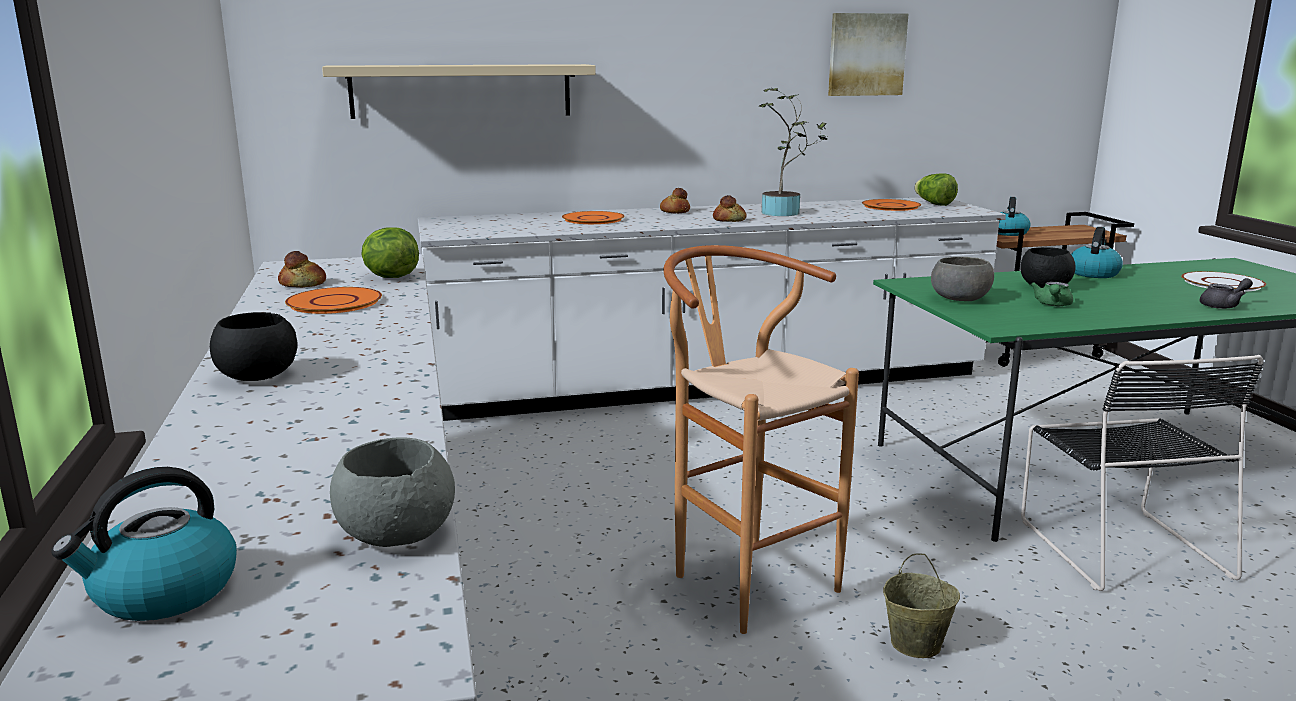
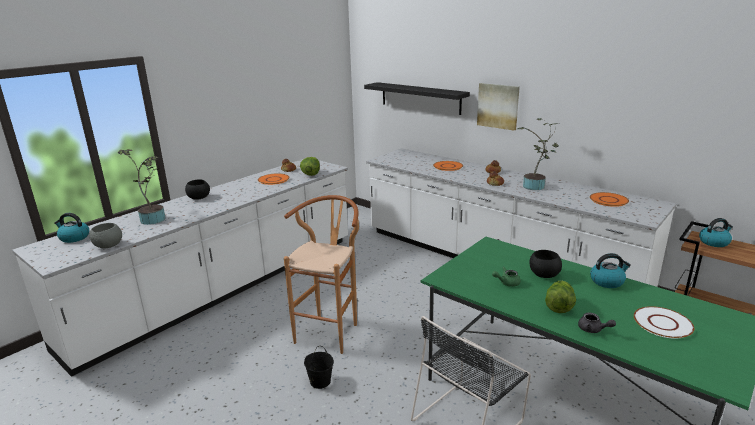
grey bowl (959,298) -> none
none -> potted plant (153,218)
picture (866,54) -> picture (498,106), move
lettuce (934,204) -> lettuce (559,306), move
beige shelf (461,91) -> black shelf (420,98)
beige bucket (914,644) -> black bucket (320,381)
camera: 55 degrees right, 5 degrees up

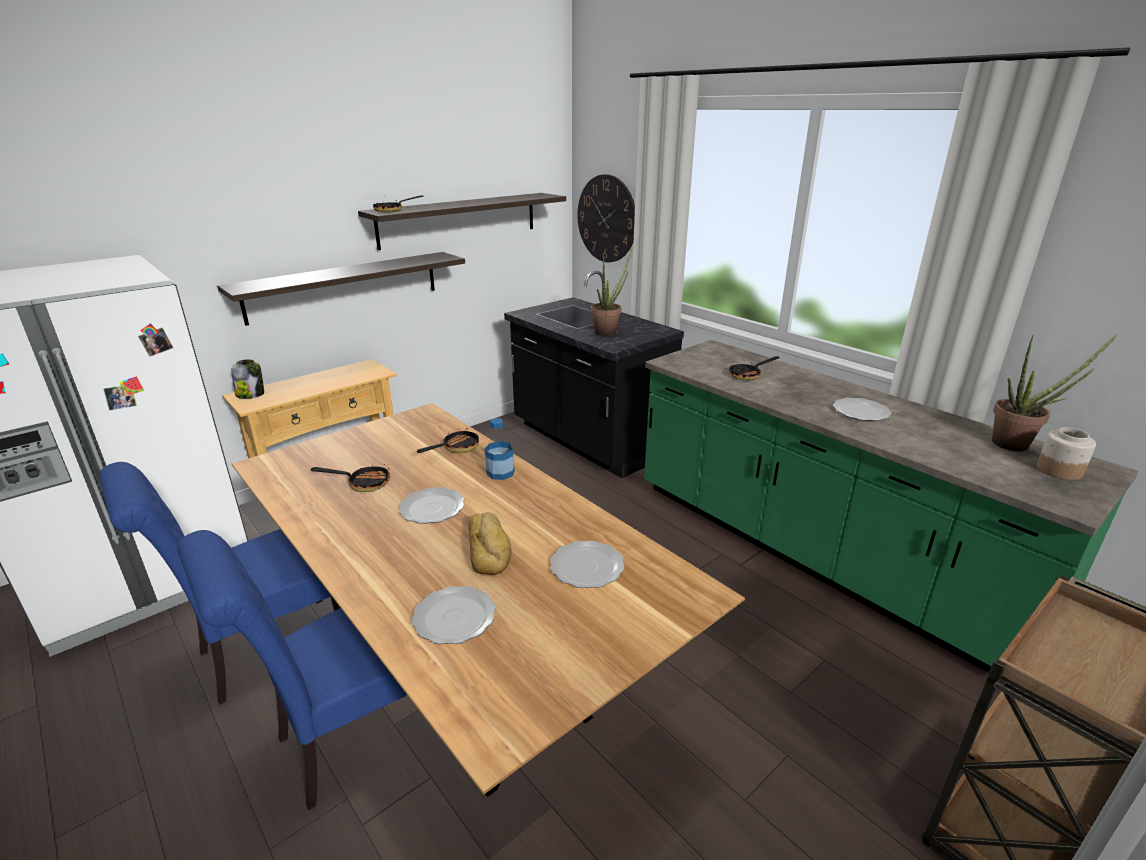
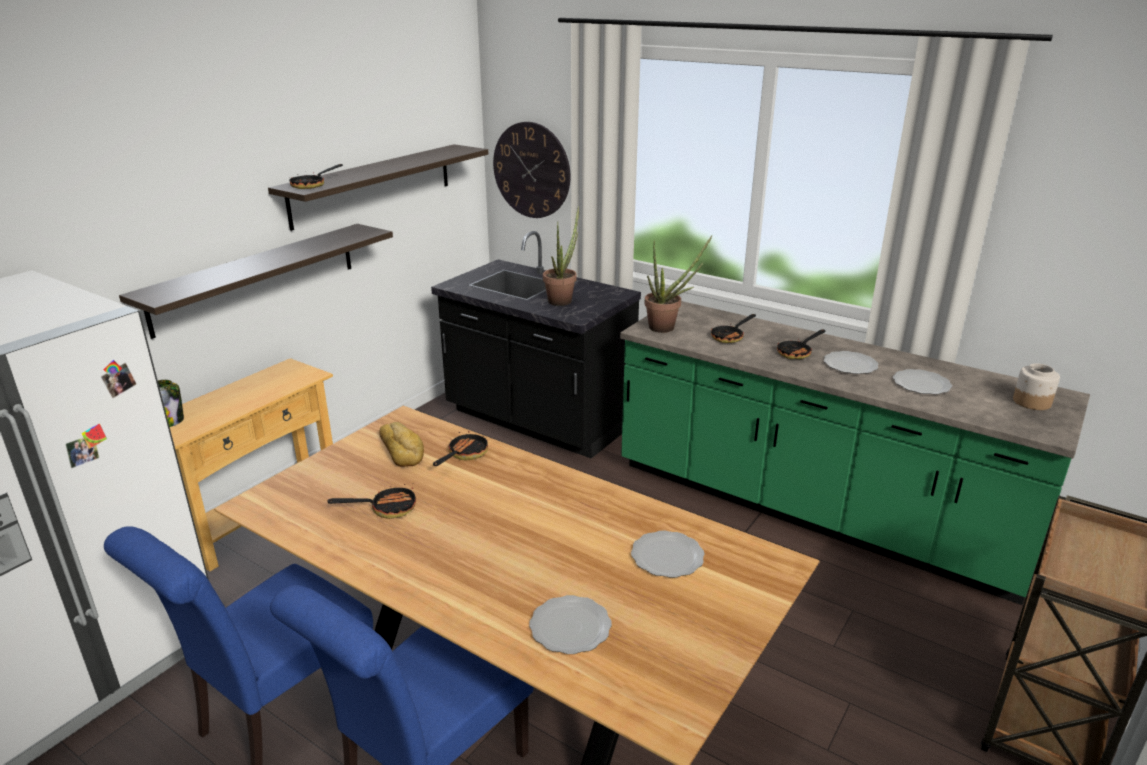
bottle (500,472) -> none
none -> frying pan (797,352)
plate (432,508) -> plate (922,385), move
bread (489,548) -> bread (402,449), move
potted plant (1018,444) -> potted plant (667,327), move
camera: 15 degrees left, 0 degrees up

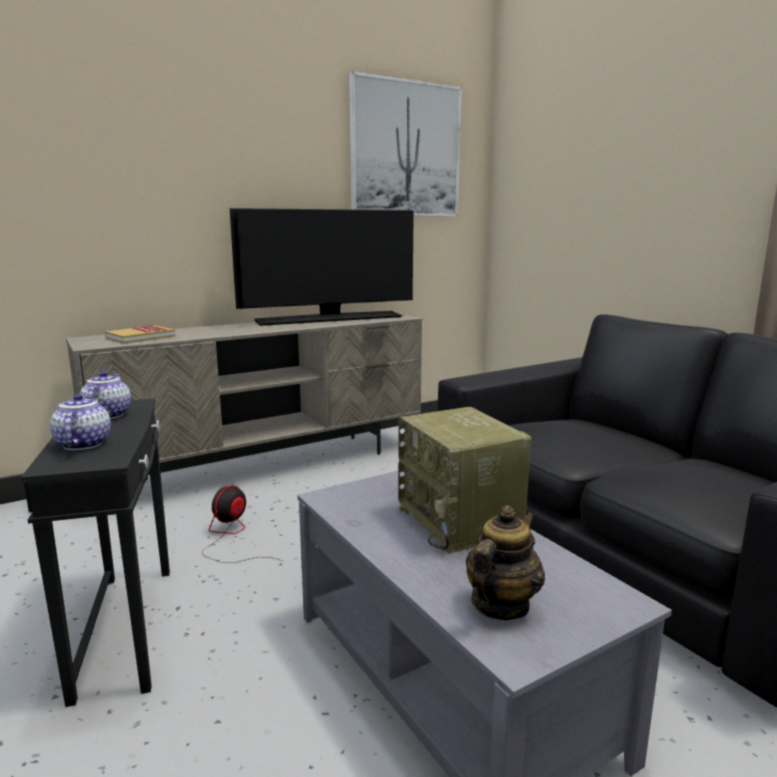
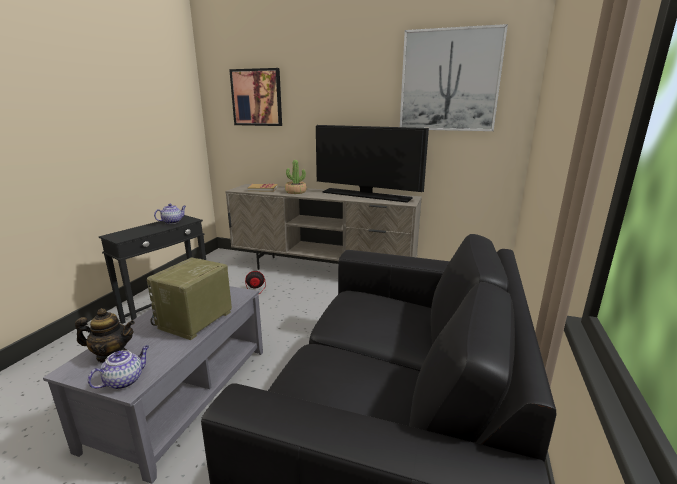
none -> picture (257,97)
none -> potted plant (296,192)
teapot (83,444) -> teapot (125,380), move
camera: 50 degrees right, 5 degrees up

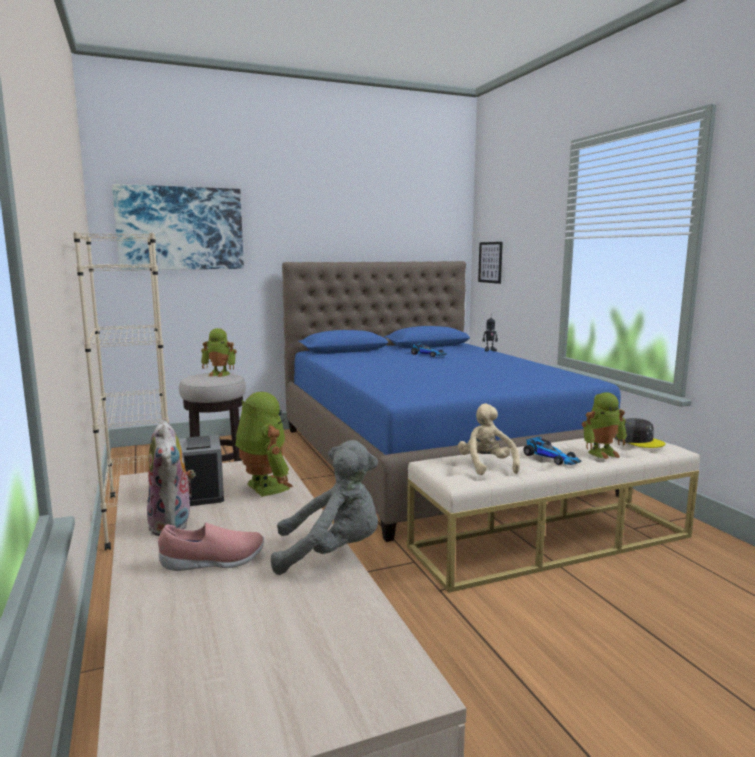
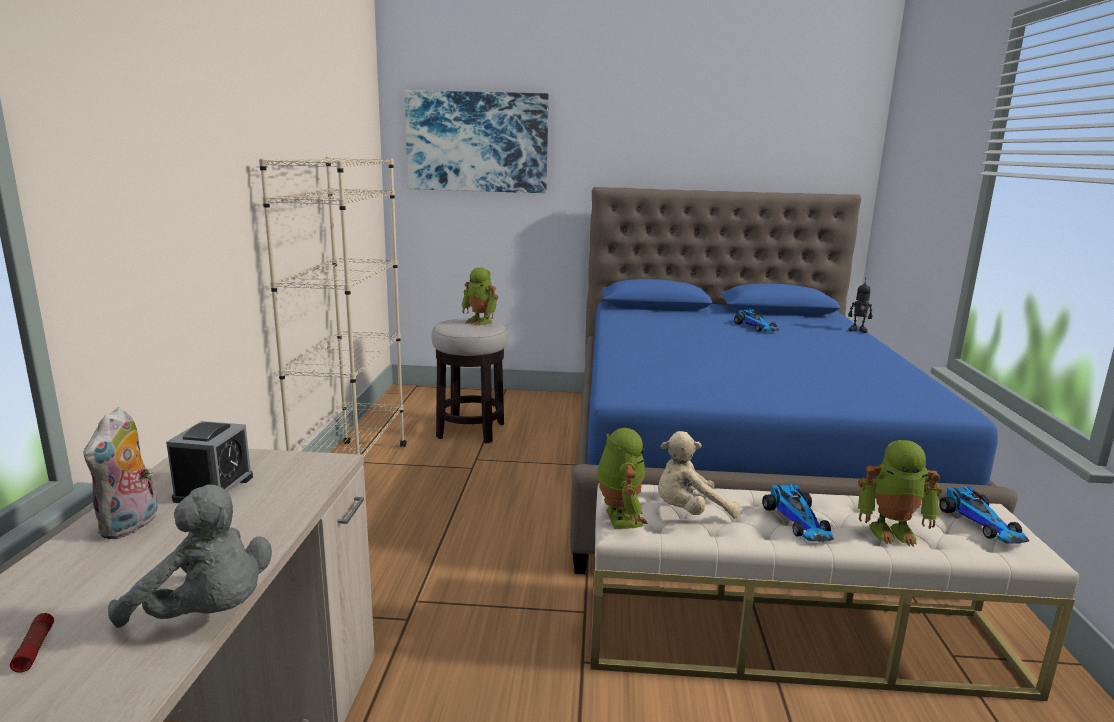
pink shoe (213,562) -> none
picture (490,262) -> none
none -> flashlight (34,649)
toy robot (263,487) -> toy robot (619,518), move
grey cap (638,440) -> toy car (982,523)
beige plush toy (486,466) -> beige plush toy (689,512), 120 degrees counterclockwise
camera: 25 degrees right, 5 degrees up

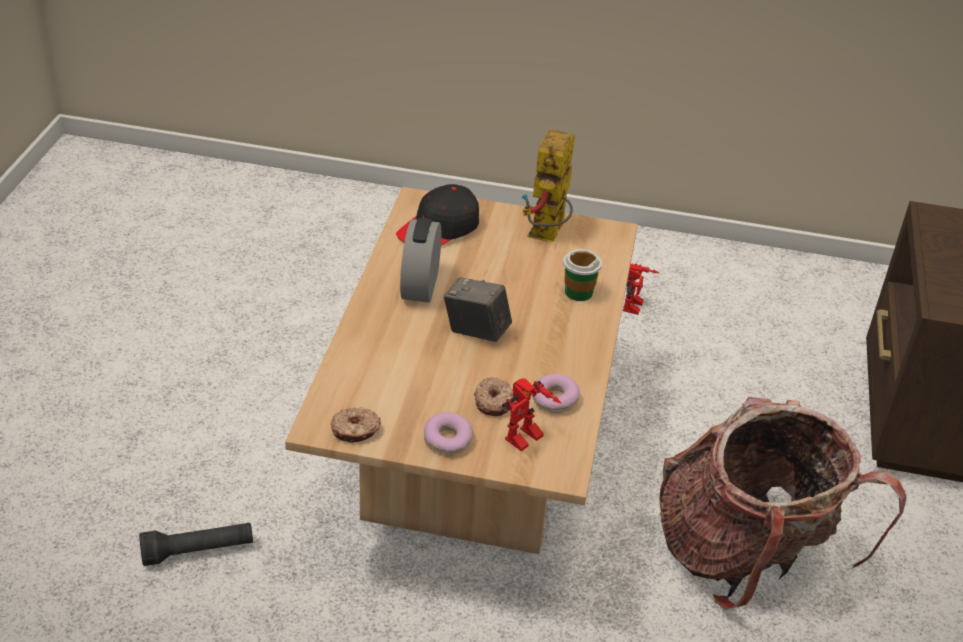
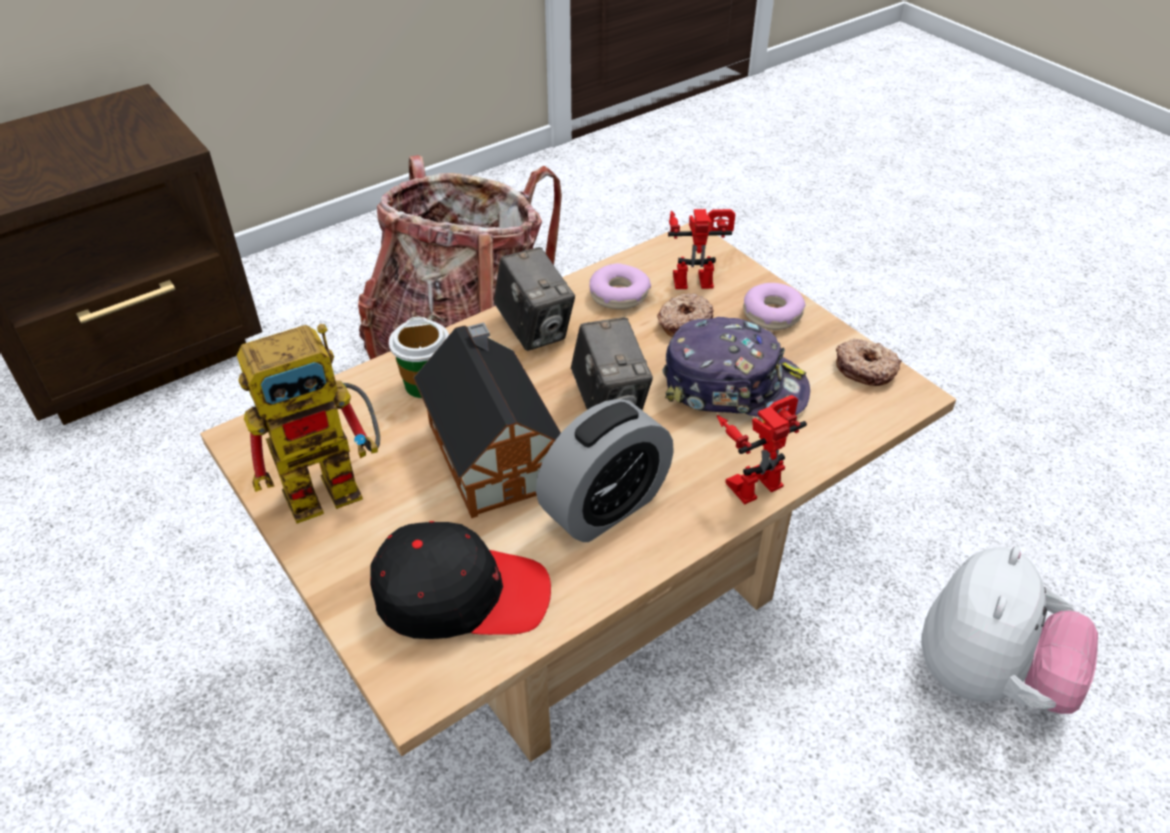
none -> toy house (492,450)
none -> photo camera (534,329)
none -> cap (734,386)
toy robot (635,308) -> toy robot (753,478), move
black flashlight (198,551) -> plush toy (986,677)
camera: 135 degrees left, 5 degrees up

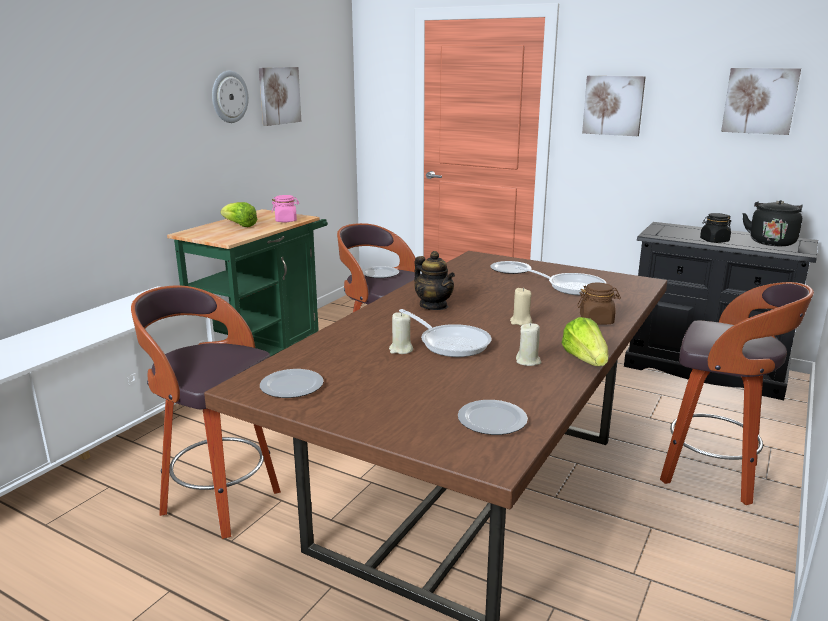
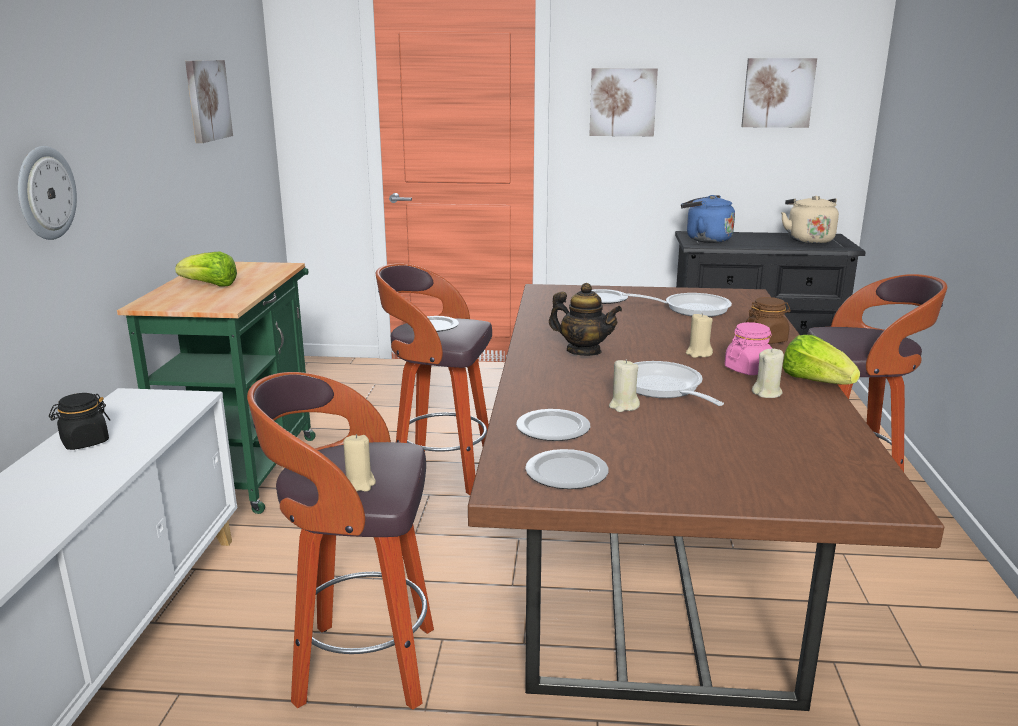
none -> beige candle (359,484)
none -> blue kettle (705,239)
wall clock (229,97) -> wall clock (45,193), move
pink jar (286,221) -> pink jar (748,369), move
plate (492,421) -> plate (553,429), move
black jar (714,241) -> black jar (84,442), move
black kettle (771,242) -> beige kettle (808,240)
frying pan (451,343) -> frying pan (663,388), 135 degrees counterclockwise
camera: 25 degrees left, 0 degrees up

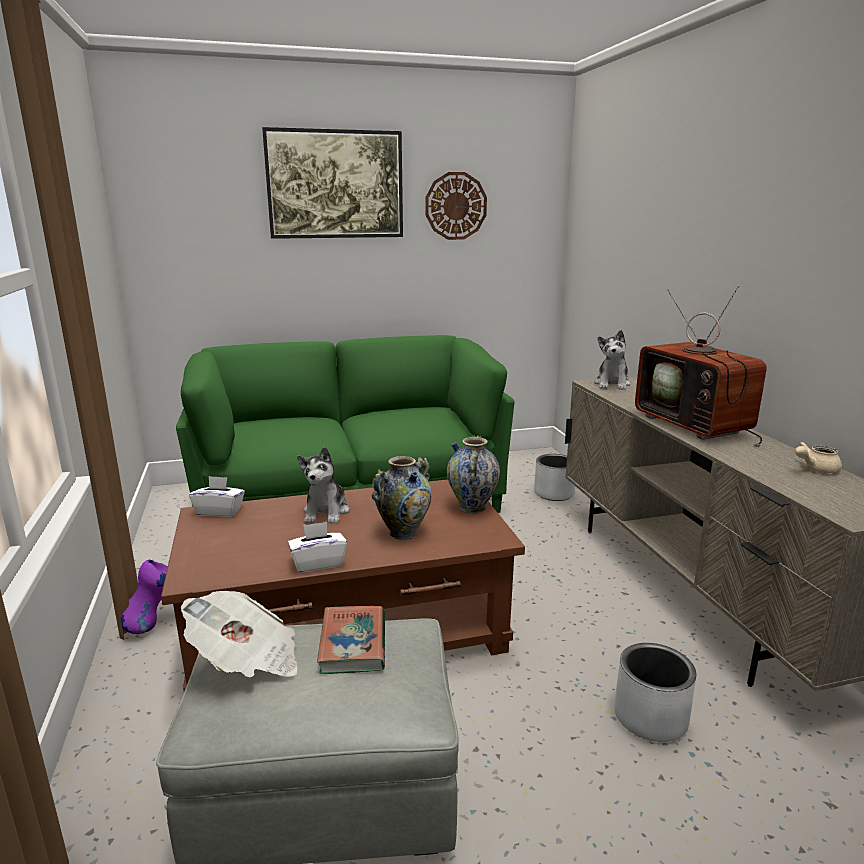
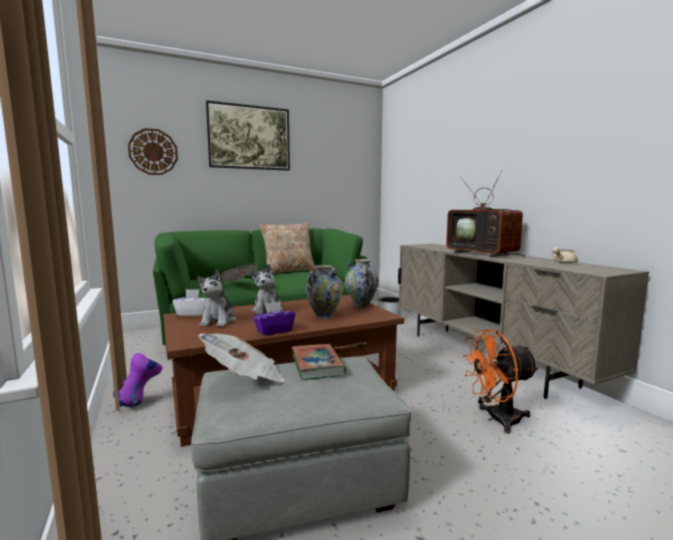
none -> newspaper (238,284)
none -> beige pillow (289,271)
wall clock (455,206) -> wall clock (153,152), move
plush toy (612,384) -> plush toy (218,321), move
grey planter (651,718) -> orange fan (496,419)
white tissue box (318,563) -> purple tissue box (274,331)
camera: 10 degrees left, 10 degrees down

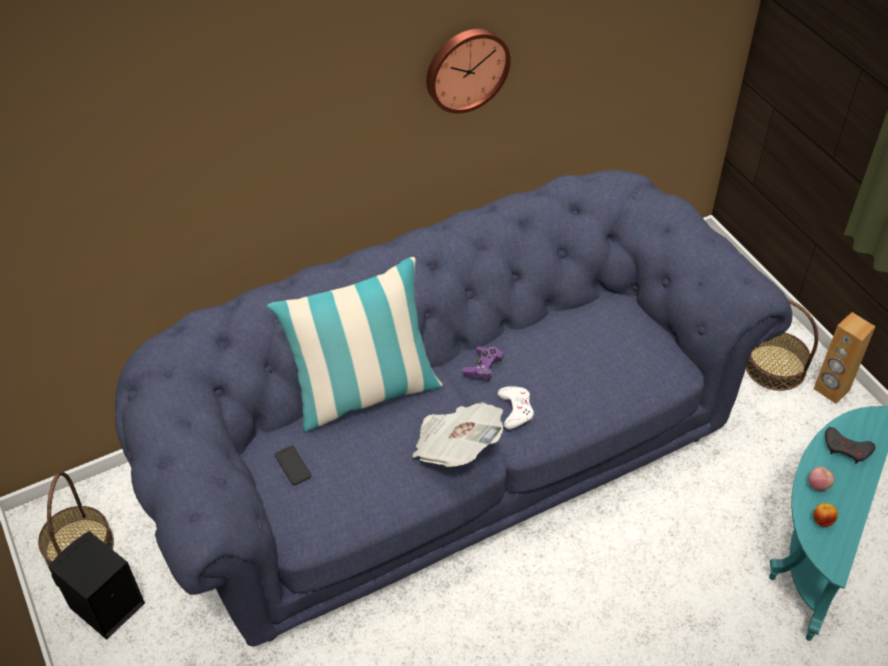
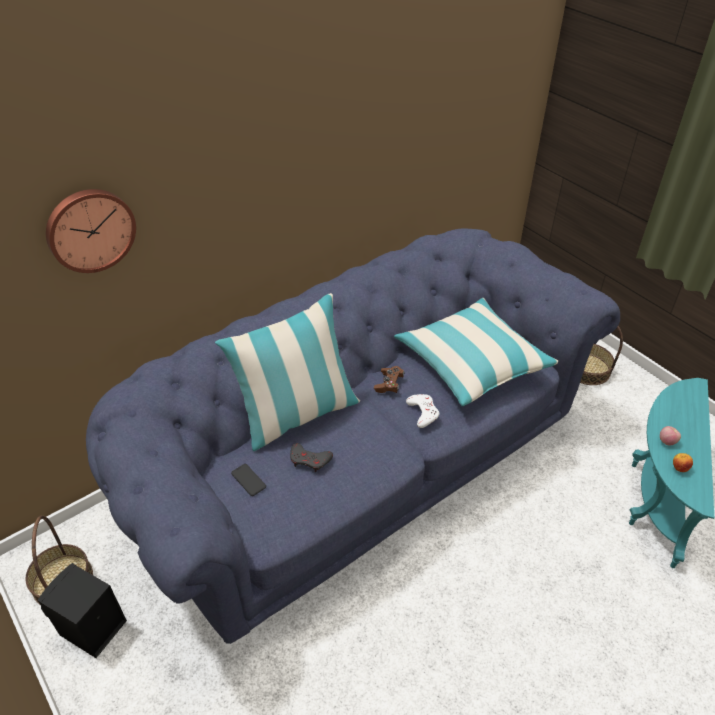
newspaper (456,447) -> none
brown speaker (831,389) -> none
none -> pillow (472,362)
wall clock (466,68) -> wall clock (90,229), move
grey game controller (847,448) -> grey game controller (310,460), move
purple game controller (483,368) -> brown game controller (389,384)
camera: 10 degrees left, 5 degrees down

